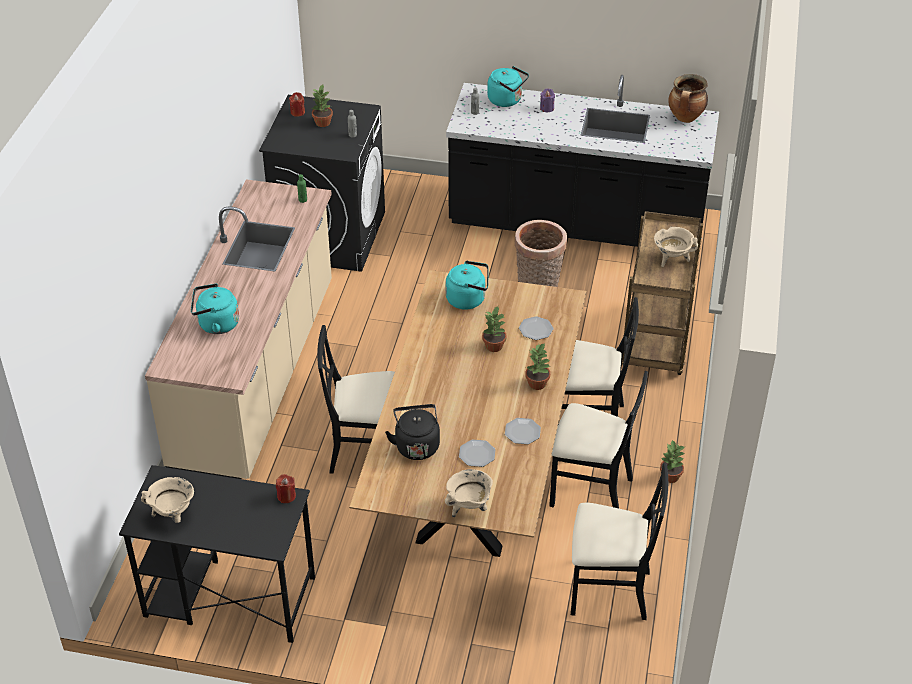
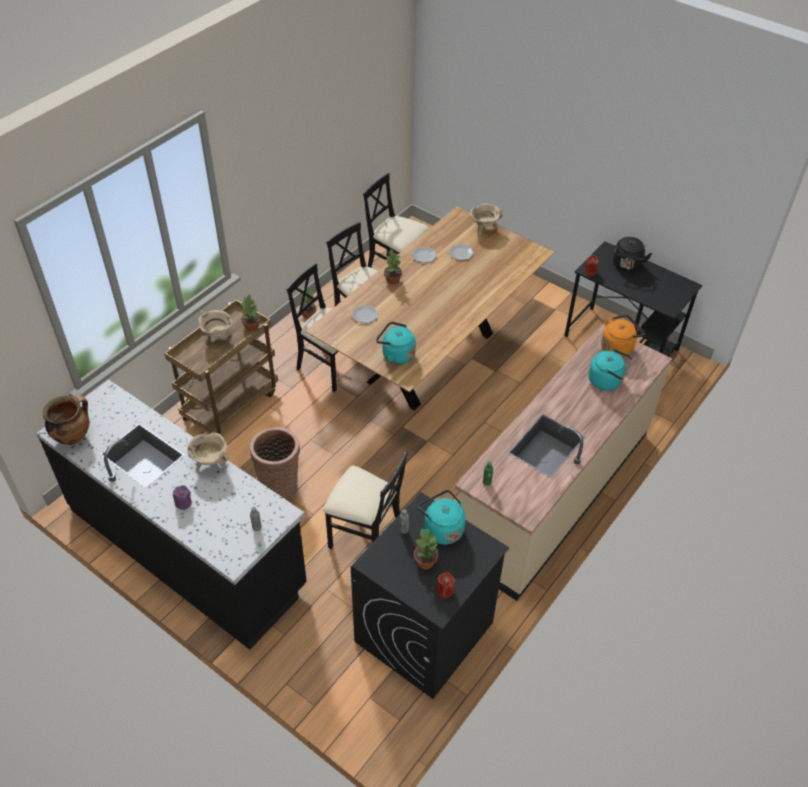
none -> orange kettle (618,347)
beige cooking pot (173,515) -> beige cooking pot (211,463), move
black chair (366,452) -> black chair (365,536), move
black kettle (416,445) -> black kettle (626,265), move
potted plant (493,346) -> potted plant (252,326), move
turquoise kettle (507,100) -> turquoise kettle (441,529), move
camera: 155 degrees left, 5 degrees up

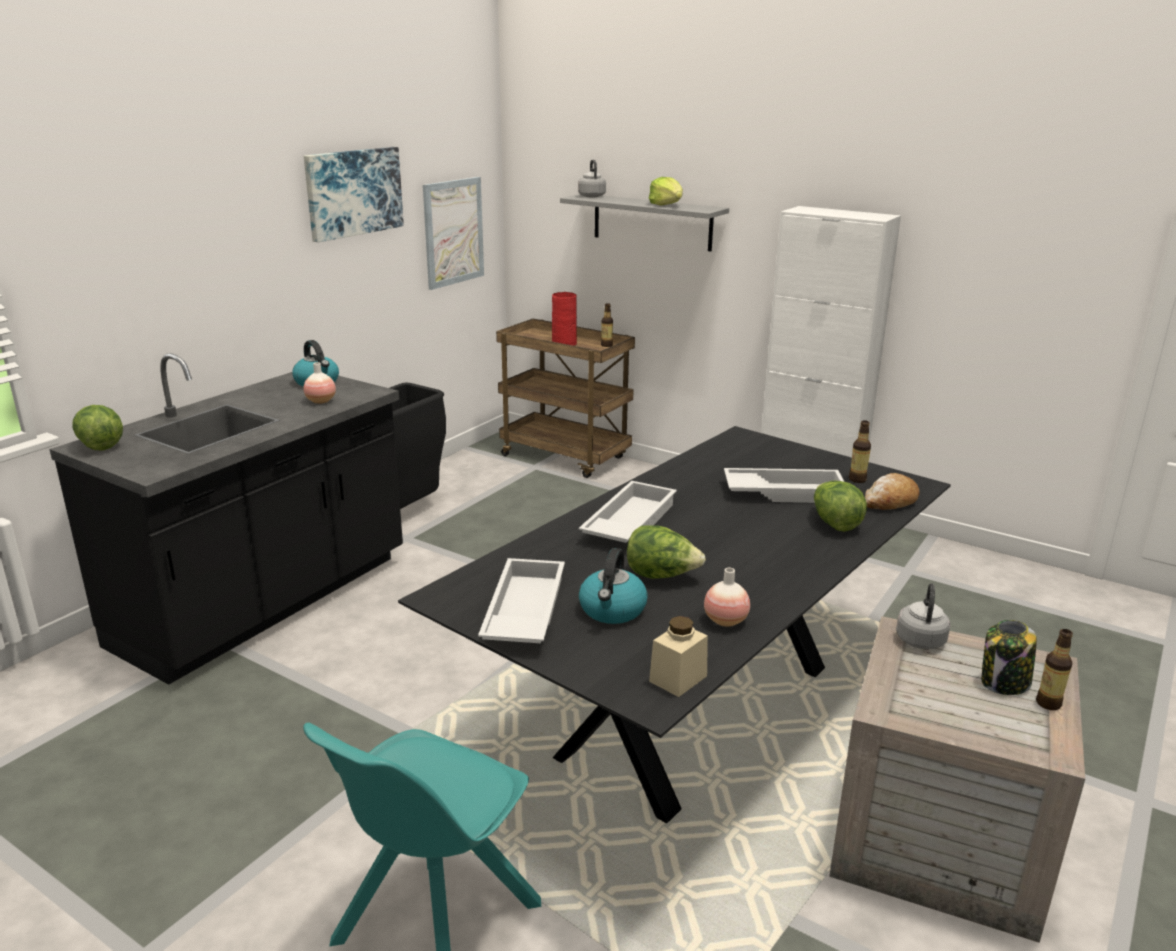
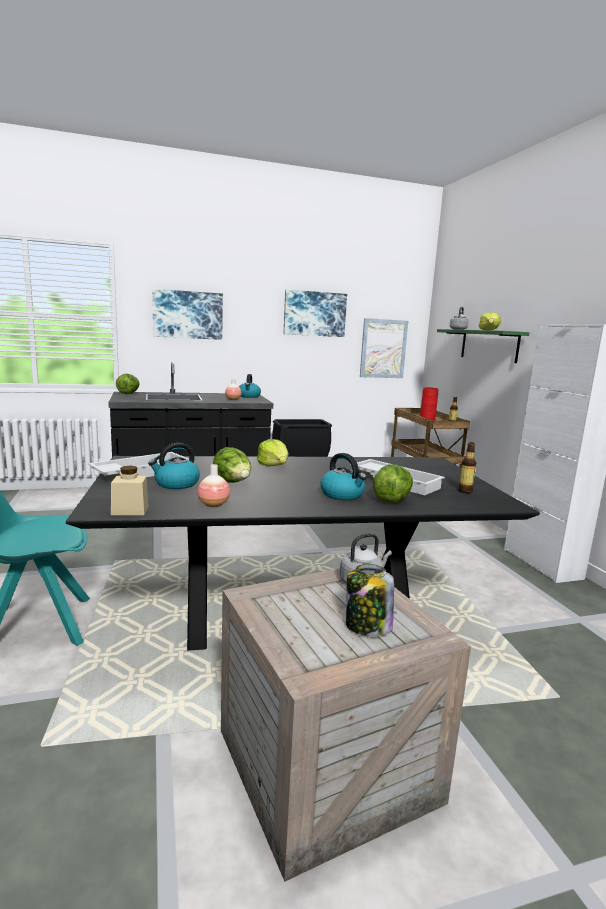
bread (890,501) -> none
bottle (1048,703) -> none
none -> picture (187,315)
none -> kettle (343,495)
white tray (628,522) -> lettuce (274,466)
grey shelf (652,222) -> green shelf (489,345)
camera: 40 degrees right, 10 degrees down

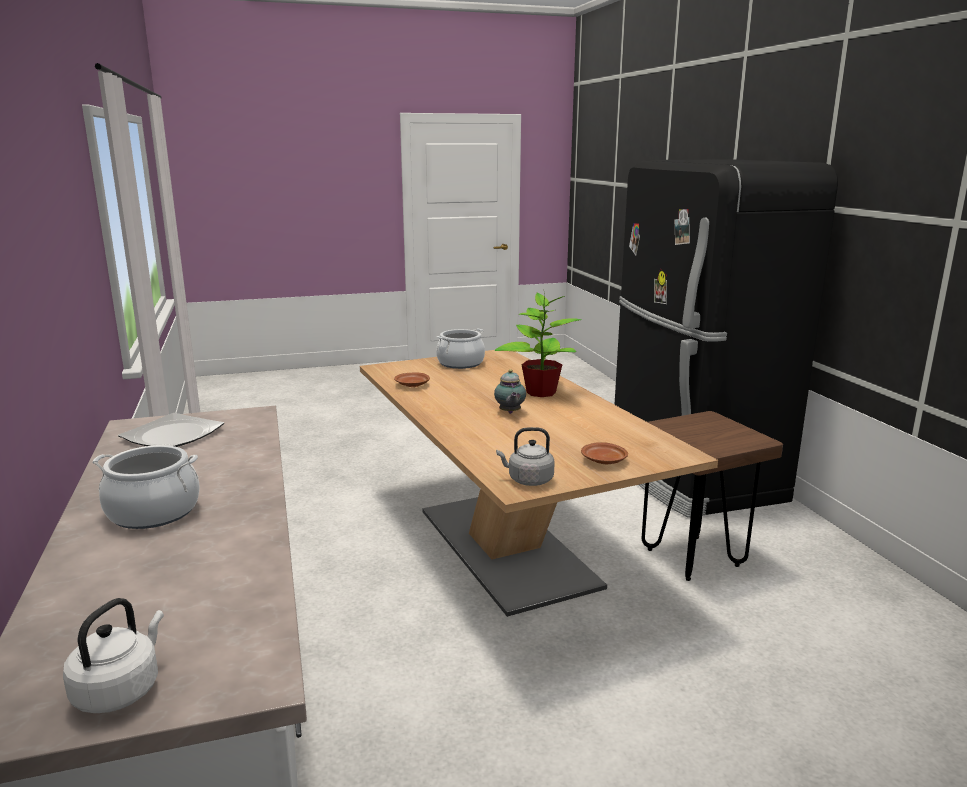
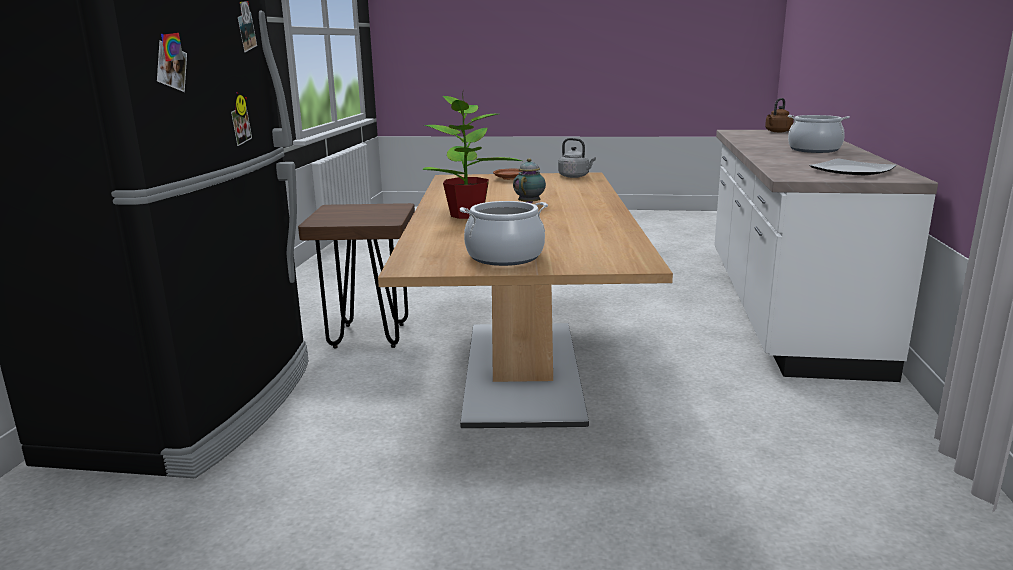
brown plate (412,385) -> none
white kettle (120,690) -> brown kettle (777,131)
camera: 155 degrees left, 0 degrees up

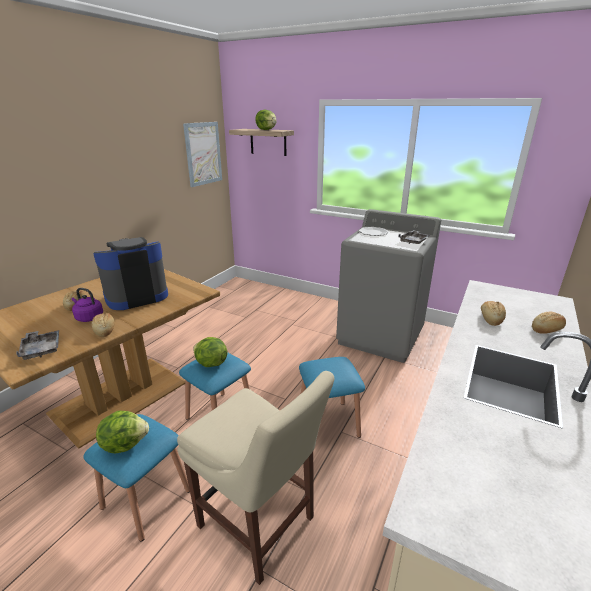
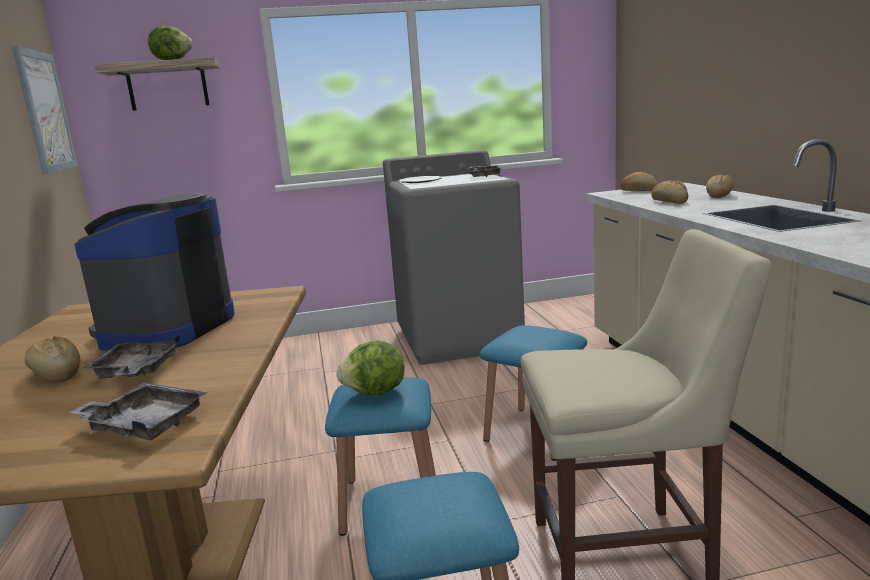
lettuce (125,444) -> none
bread (105,330) -> bread (638,191), move
purple kettle (88,317) -> grey tray (136,371)
camera: 40 degrees left, 10 degrees down

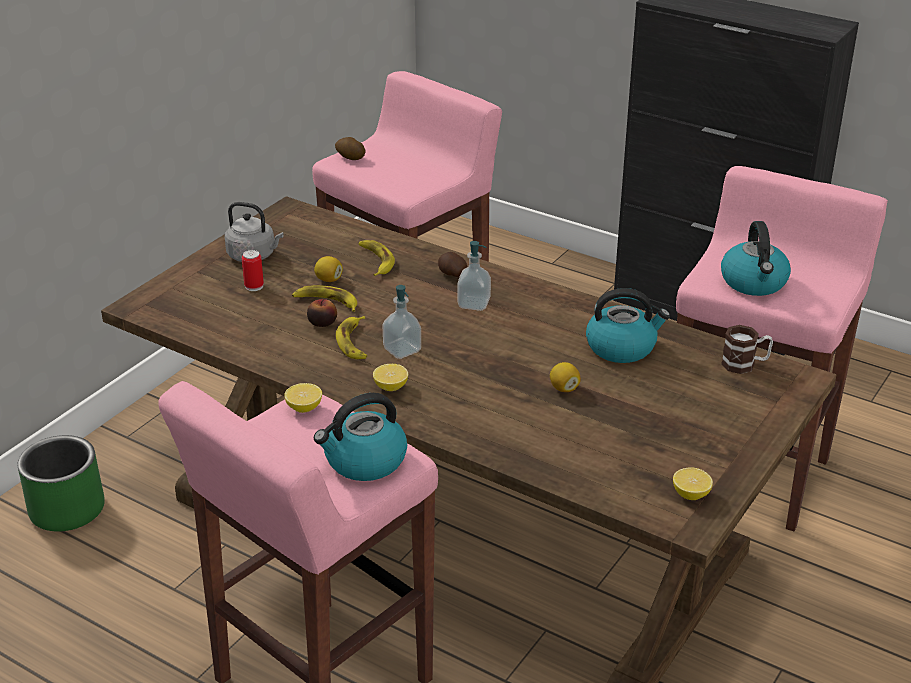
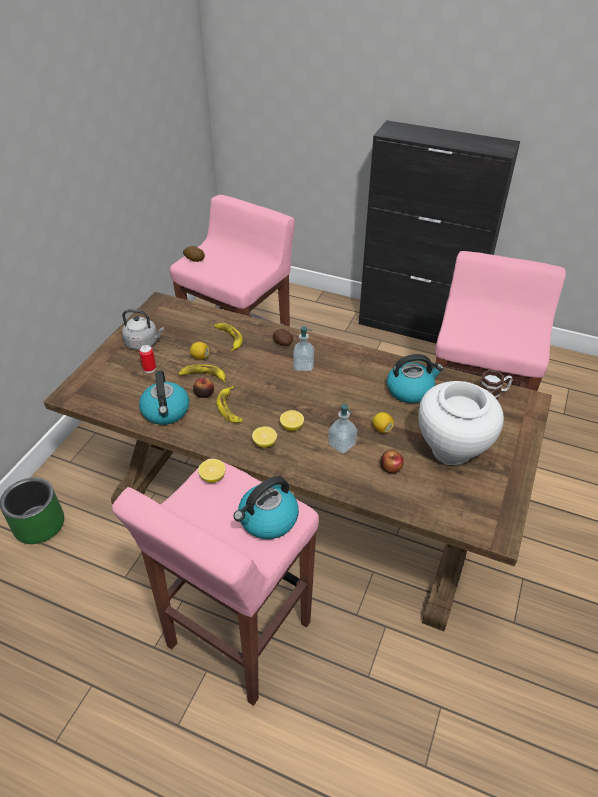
none -> apple (391,467)
none -> white vase (451,450)
soap dispenser (402,350) -> soap dispenser (342,444), move
lemon (690,494) -> lemon (292,426), move
kettle (754,283) -> kettle (166,412), move
camera: 10 degrees left, 10 degrees up

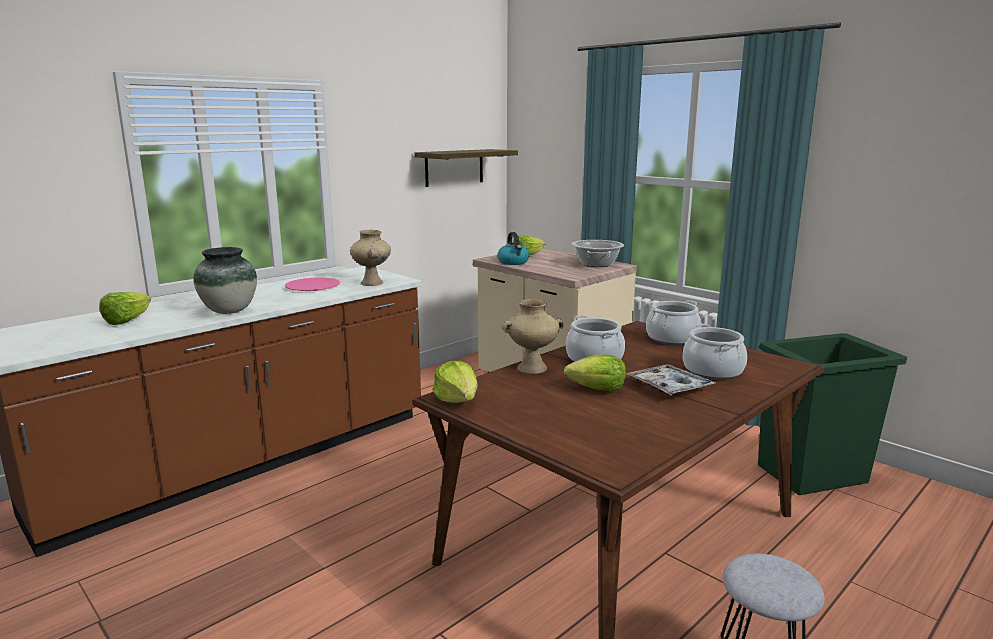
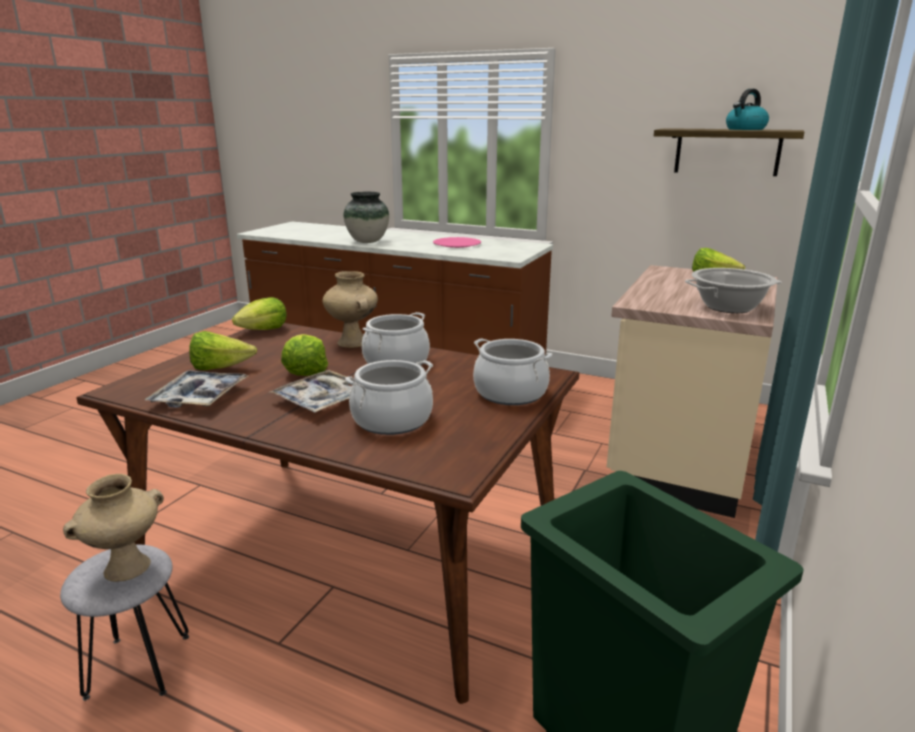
none -> tray (199,397)
lettuce (127,321) -> lettuce (220,368), move
beige vase (372,283) -> beige vase (126,569), move
kettle (513,262) -> kettle (745,129), move
camera: 70 degrees right, 5 degrees up

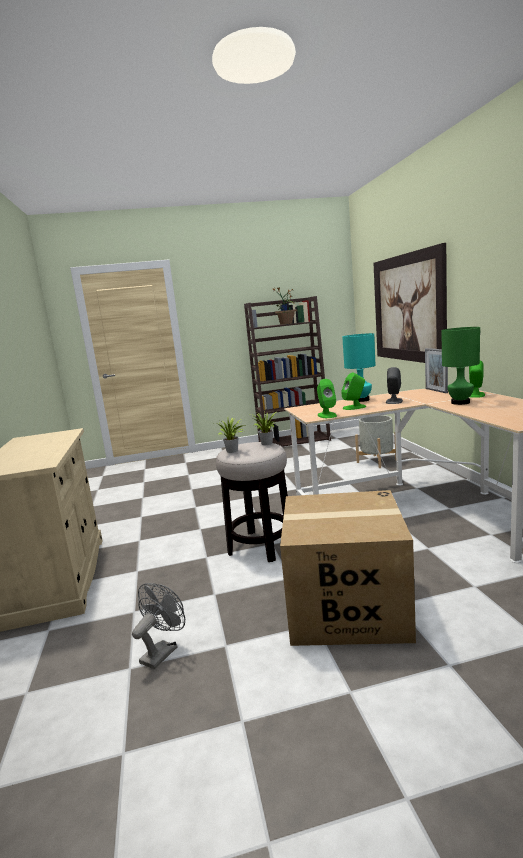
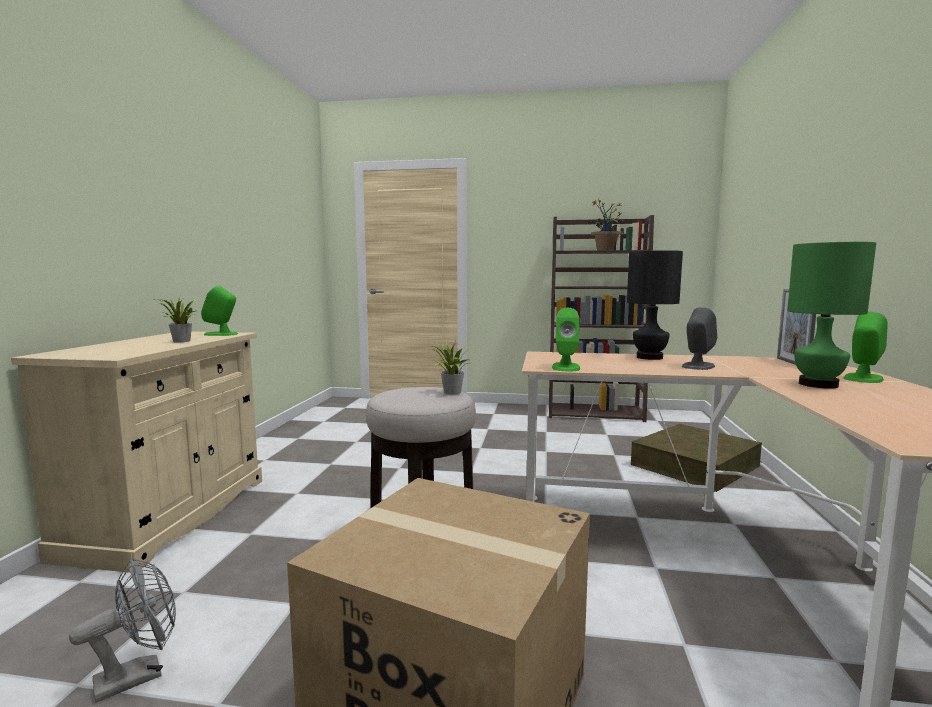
picture (408,308) -> none
potted plant (233,451) -> potted plant (181,341), move
green speaker (354,407) -> green speaker (221,334), move
grey planter (377,461) -> brown storage box (694,465)
turquoise table lamp (361,400) -> black table lamp (649,357)
camera: 20 degrees right, 5 degrees down

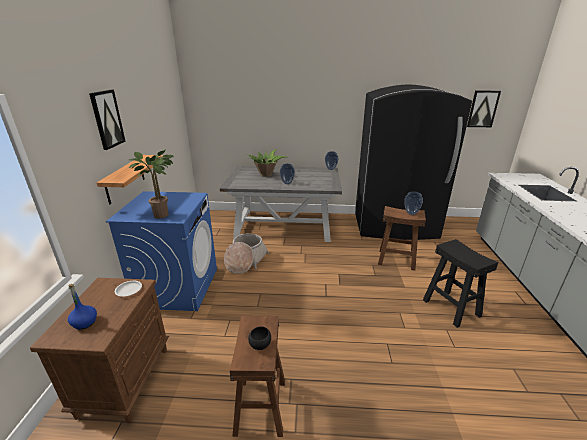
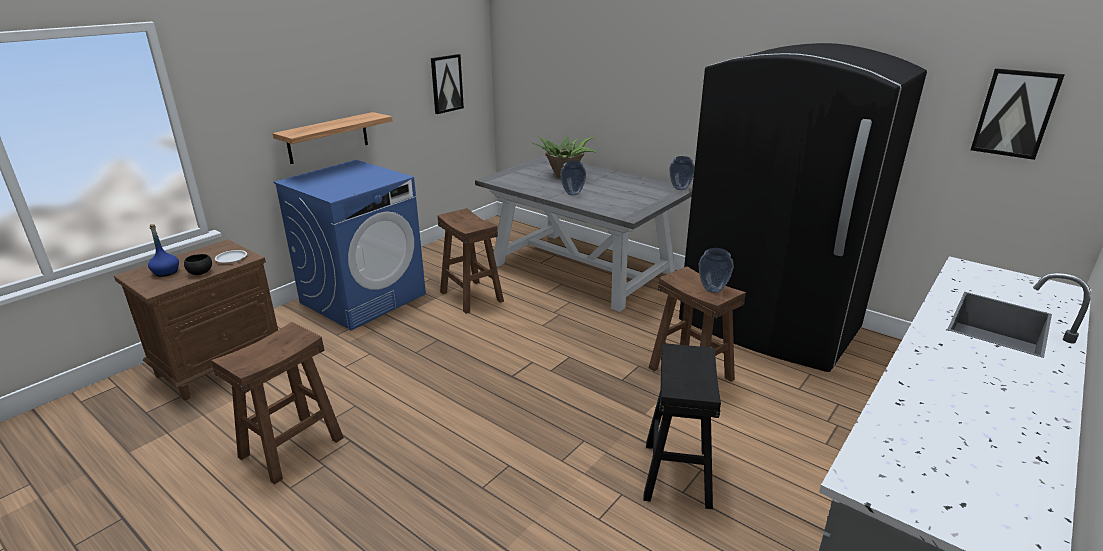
potted plant (164,214) -> none
picture (107,119) -> picture (446,83), move
black bowl (260,345) -> black bowl (200,273), move
basket (245,261) -> brown stool (471,296)
camera: 35 degrees right, 0 degrees up

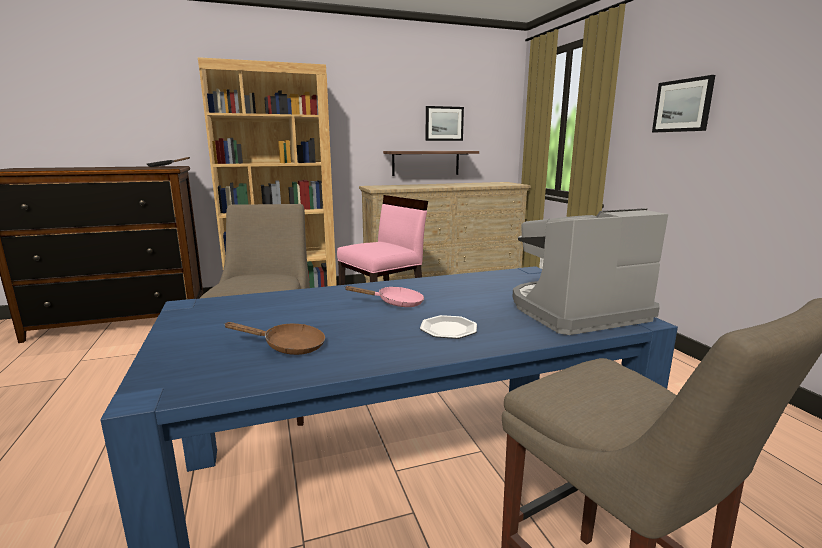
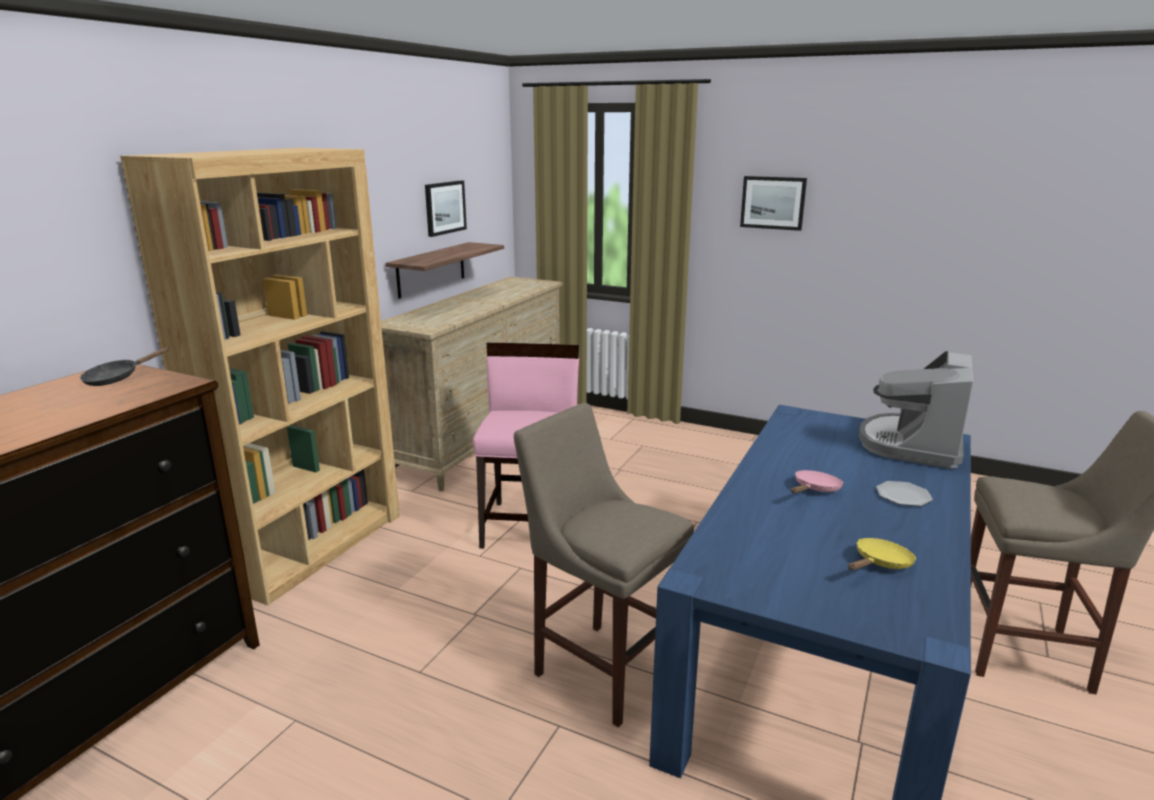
brown frying pan (288,346) -> yellow frying pan (880,563)
camera: 45 degrees left, 5 degrees up

